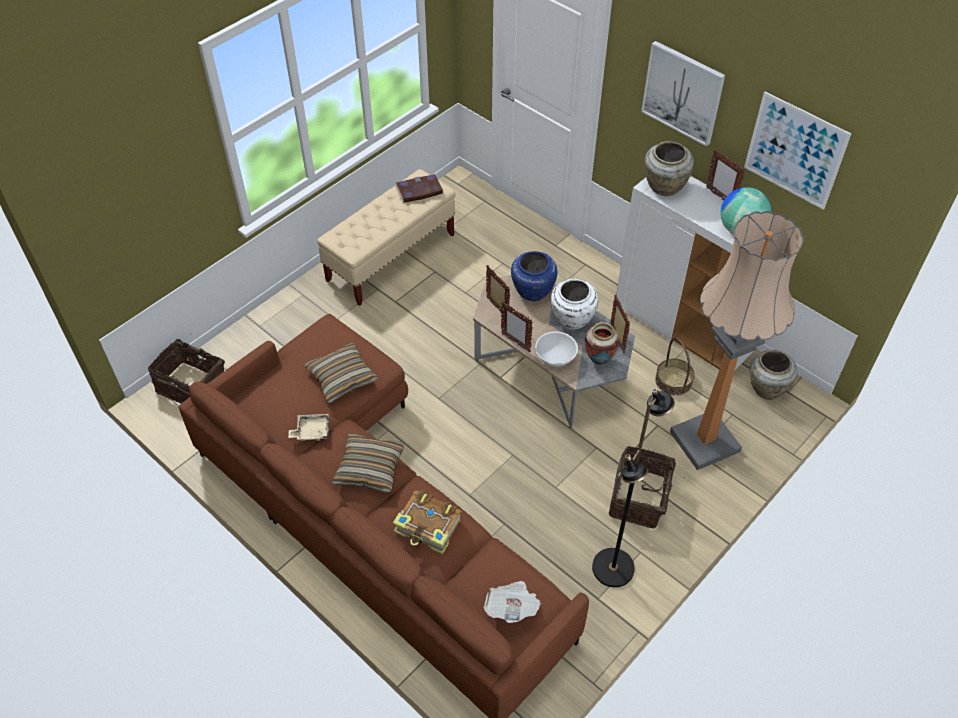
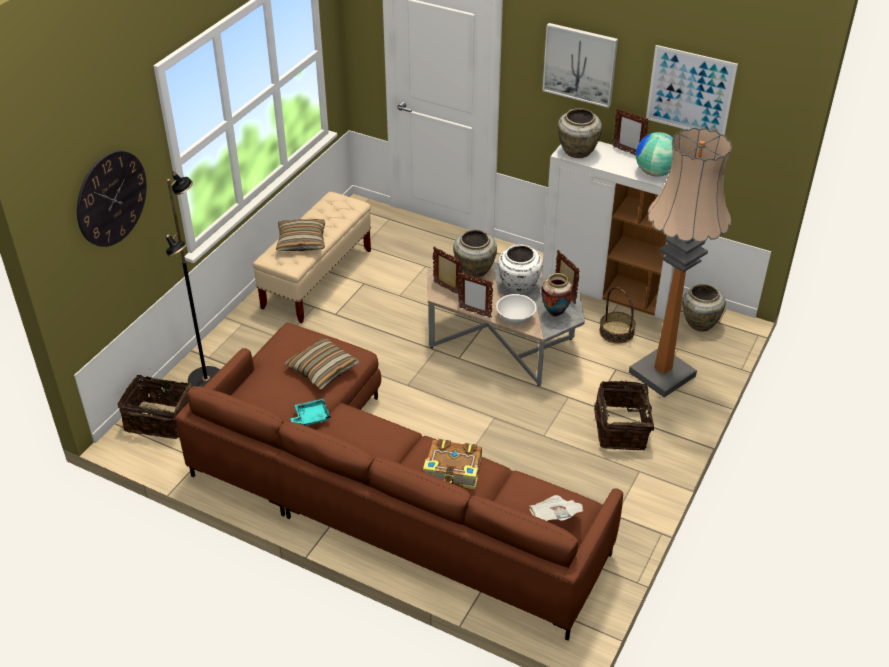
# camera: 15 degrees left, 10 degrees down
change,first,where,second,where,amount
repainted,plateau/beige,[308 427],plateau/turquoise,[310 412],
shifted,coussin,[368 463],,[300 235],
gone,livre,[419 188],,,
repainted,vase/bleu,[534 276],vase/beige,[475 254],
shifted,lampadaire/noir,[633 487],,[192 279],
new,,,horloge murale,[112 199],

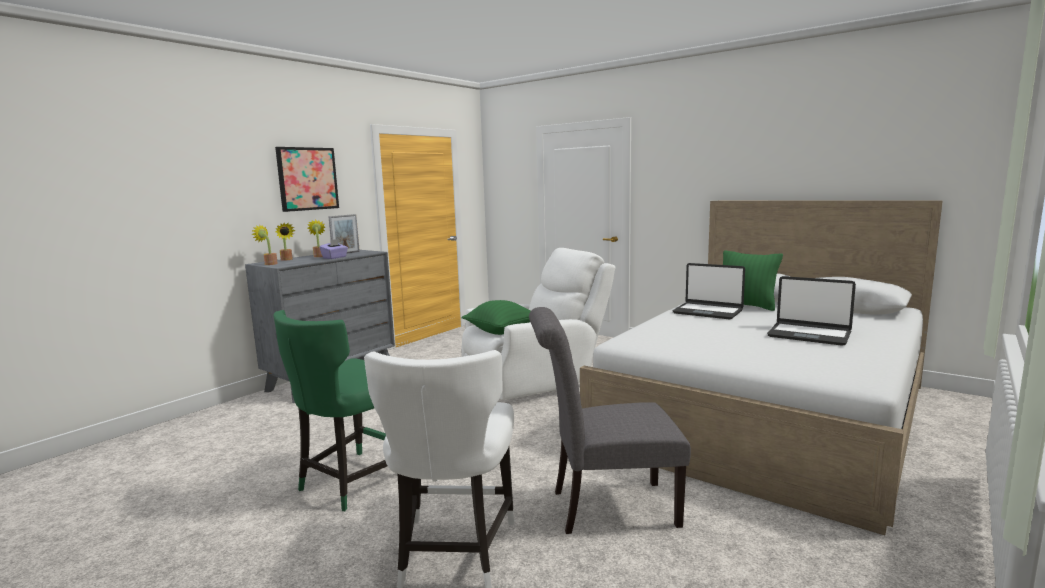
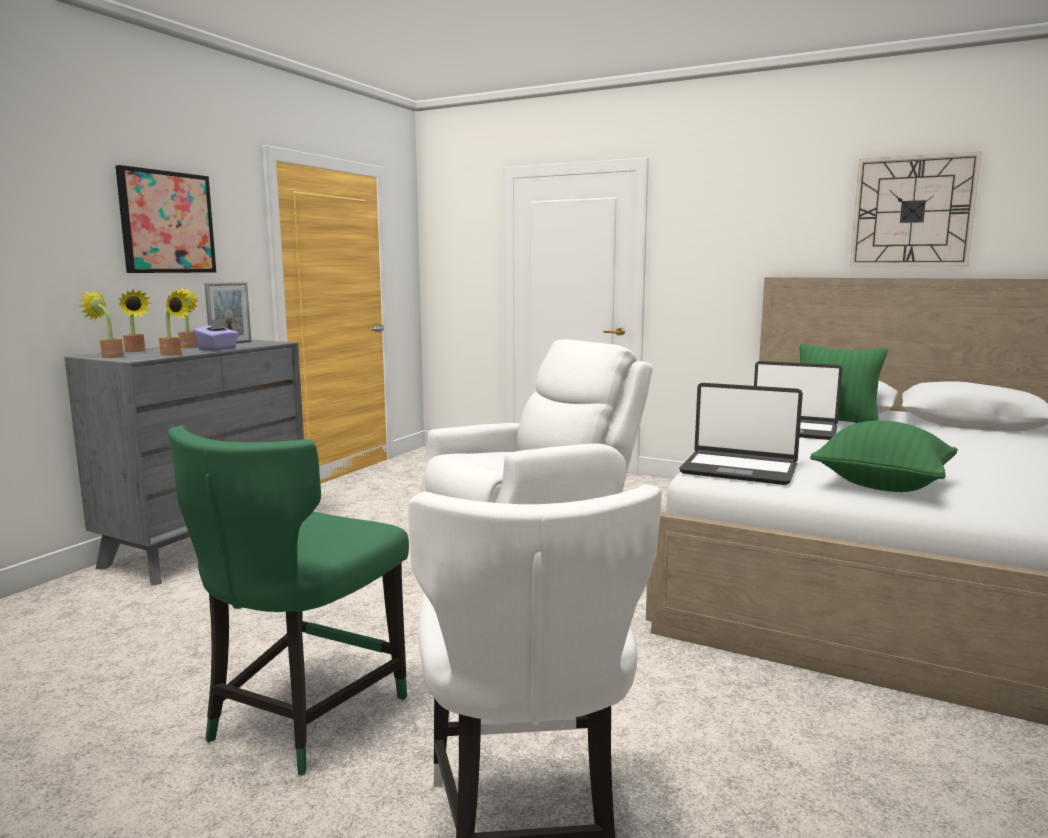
# camera: 10 degrees left, 0 degrees up
change,first,where,second,where,amount
shifted,coussin/vert,[496 317],,[884 456],
gone,chaise/gris,[610 420],,,
shifted,ordinateur portable,[811 311],,[741 434],
new,,,plante en pot,[175 323],
new,,,horloge murale,[916 208],

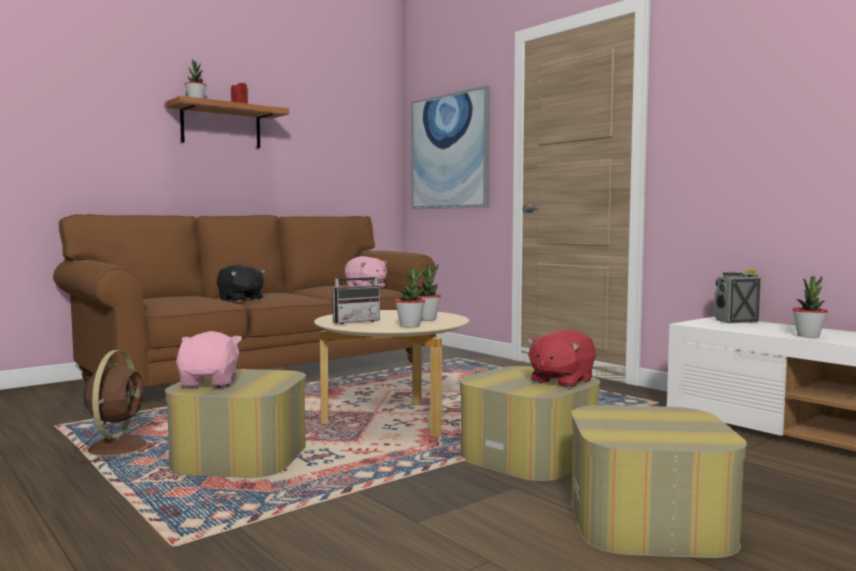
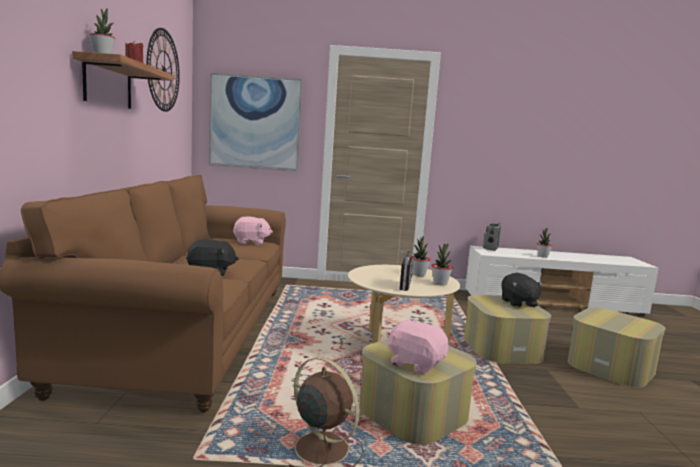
# camera: 50 degrees left, 5 degrees up
change,first,where,second,where,amount
repainted,peluche/rouge,[561 358],peluche/noir,[522 290],
new,,,horloge murale,[163 70],

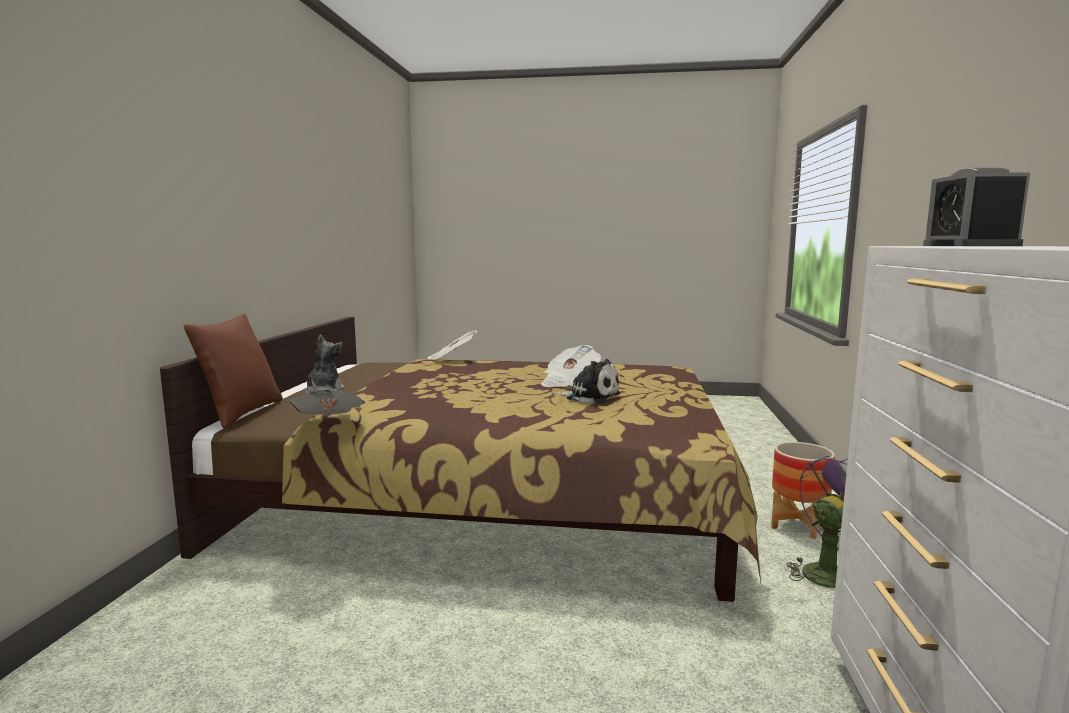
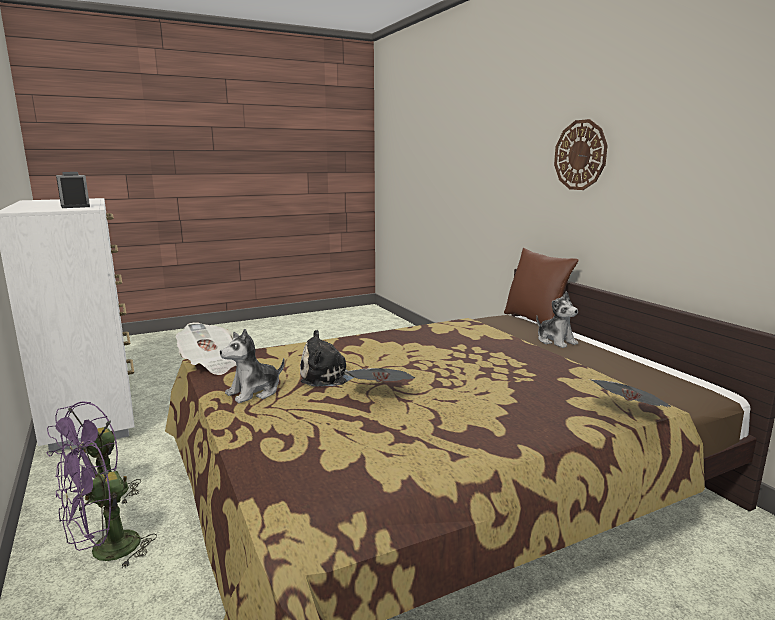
# camera: 145 degrees right, 5 degrees up
change,first,where,second,where,amount
shifted,journal,[325 402],,[206 348],
swapped,cache-pot,[803 490],ventilateur/violet,[106 504],
new,,,peluche,[252 366],
new,,,horloge murale,[581 154],

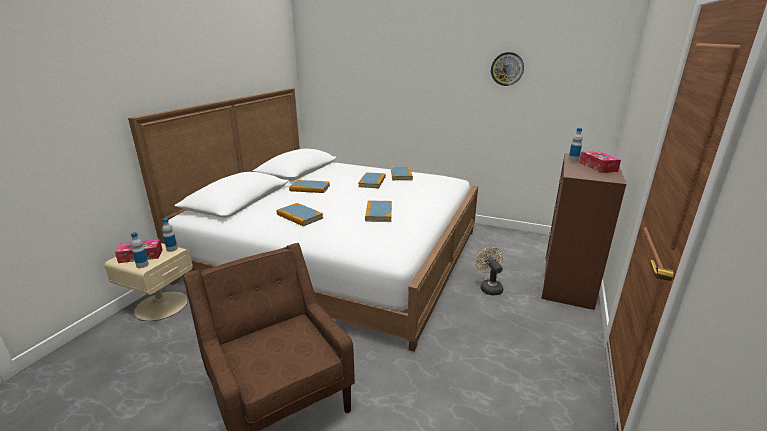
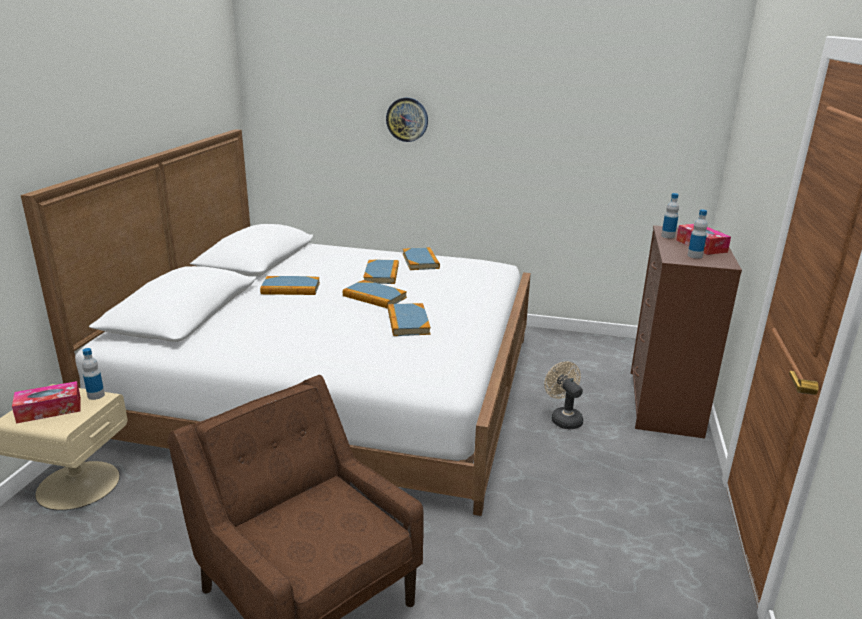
# camera: 10 degrees left, 0 degrees up
change,first,where,second,where,amount
shifted,bouteille,[140 250],,[697 234],
shifted,livre,[300 214],,[375 294],
shifted,horloge murale,[507 69],,[407 120],

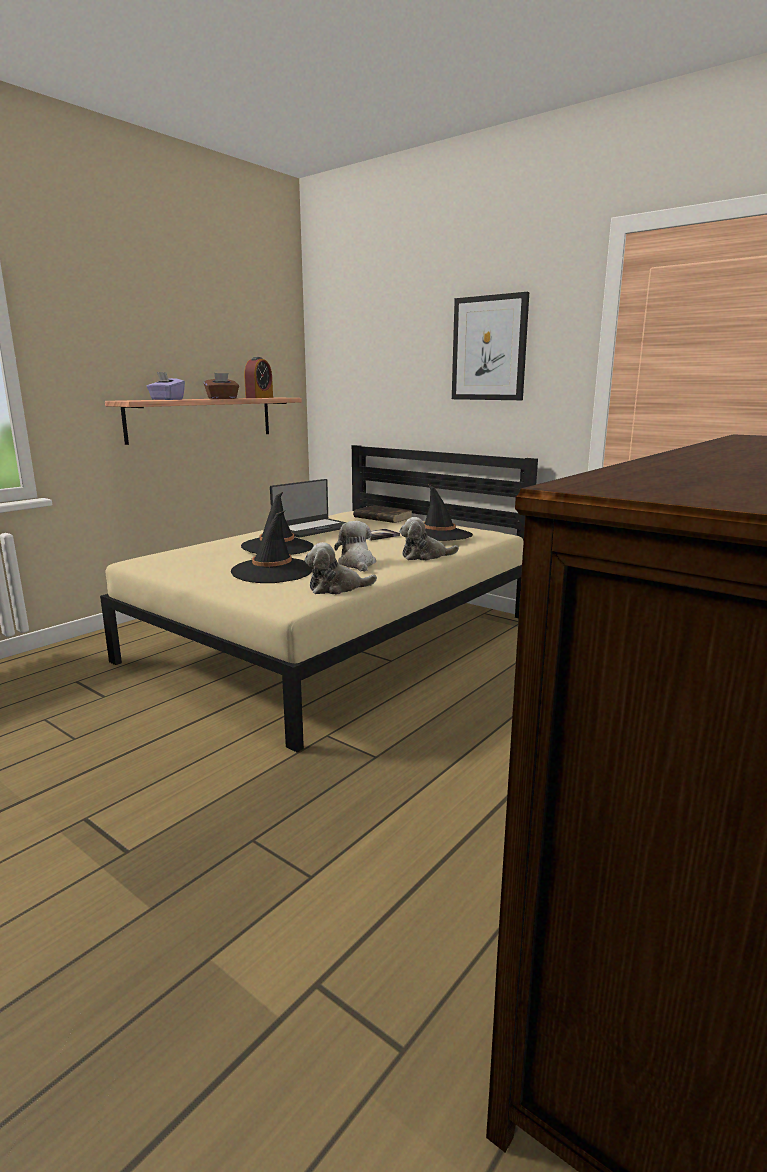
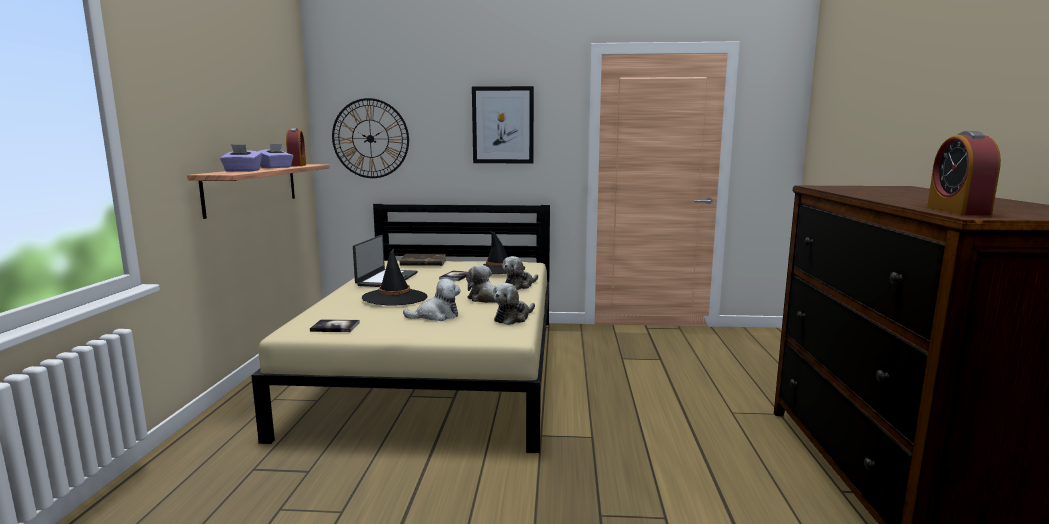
# camera: 35 degrees left, 5 degrees down
change,first,where,second,where,amount
repainted,boîte à mouchoirs/marron,[221 386],boîte à mouchoirs/violet,[275 156],
swapped,chapeau/noir,[271 547],peluche,[432 299],
new,,,livre,[335 325],
new,,,horloge murale,[370 138],
new,,,réveil,[964 173],

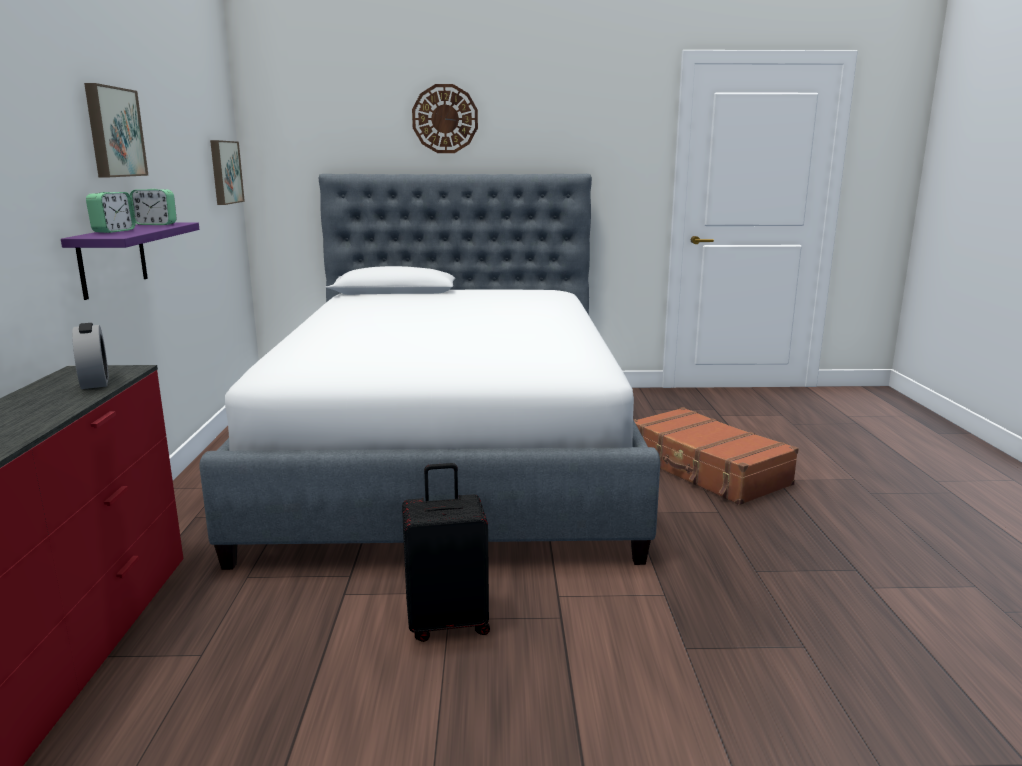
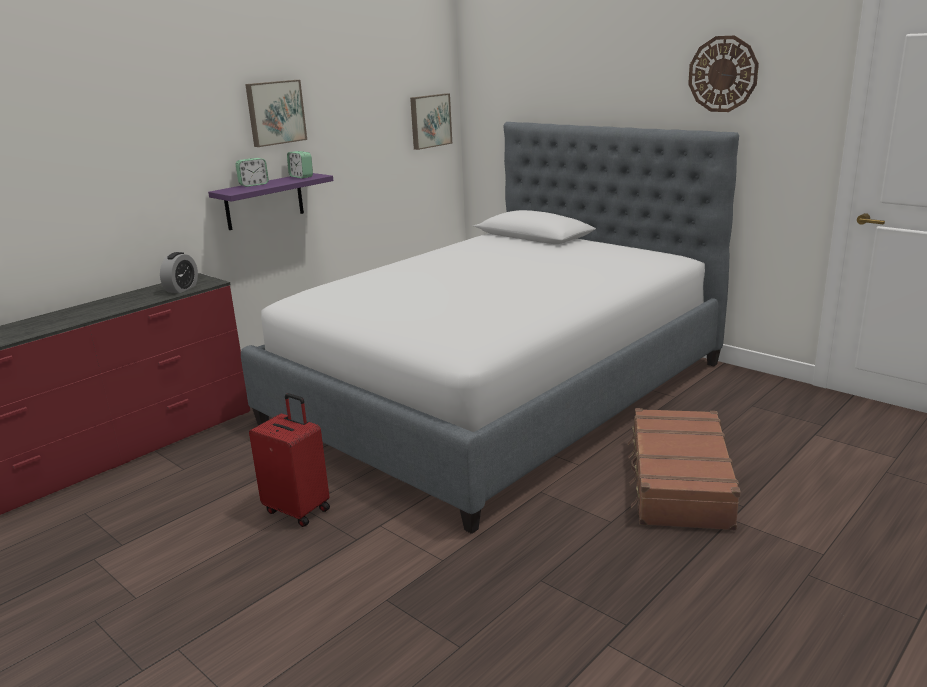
# camera: 45 degrees right, 5 degrees up
change,first,where,second,where,amount
repainted,valise/noir,[446 552],valise/rouge,[289 460],
shifted,horloge murale,[445 118],,[723 74],

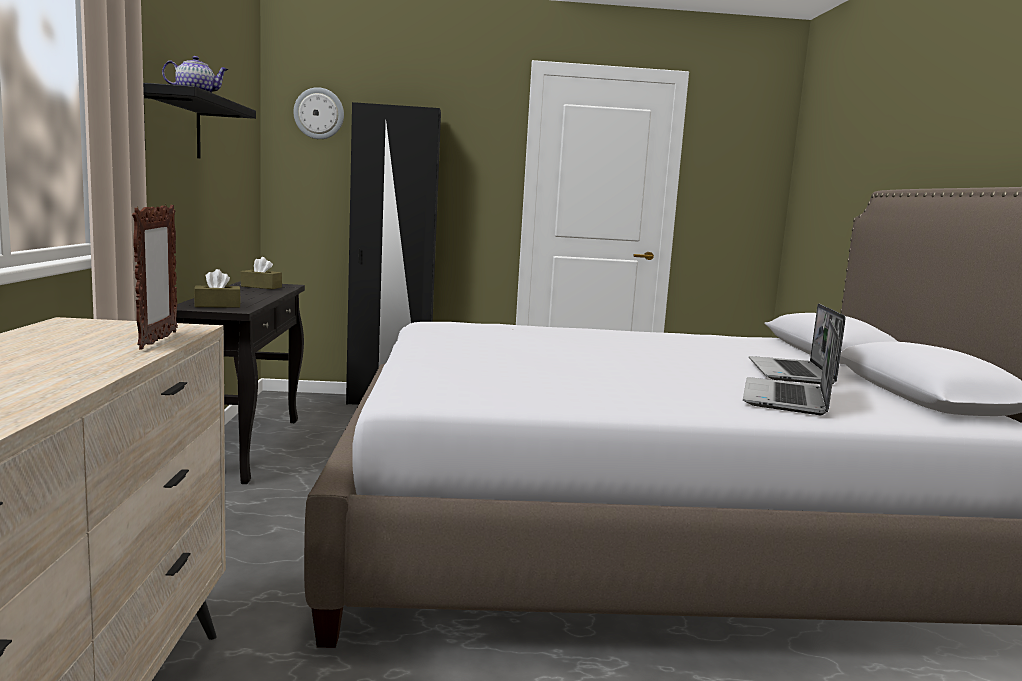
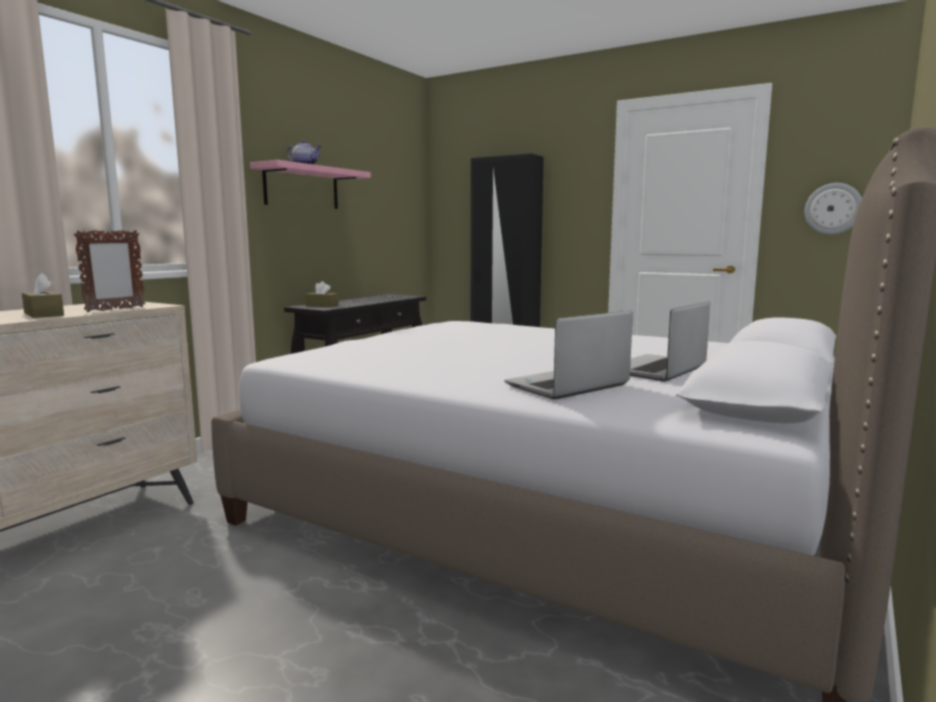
# camera: 35 degrees right, 0 degrees up
change,first,where,second,where,amount
repainted,étagère/noir,[199 121],étagère/rose,[310 184],
shifted,boîte à mouchoirs/marron,[261 273],,[43 295],
shifted,horloge murale,[318 113],,[833 209],

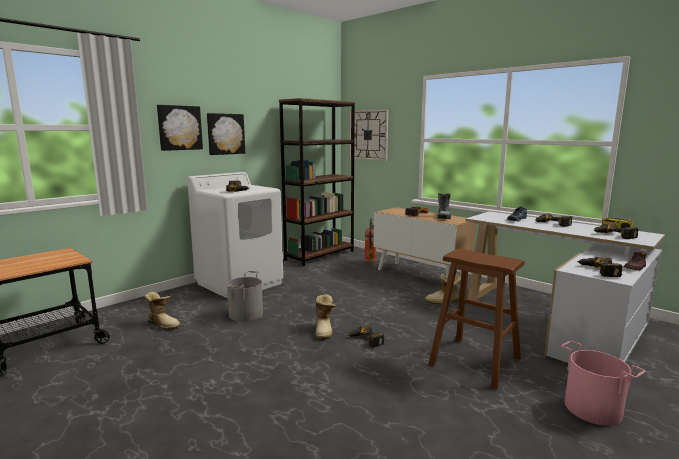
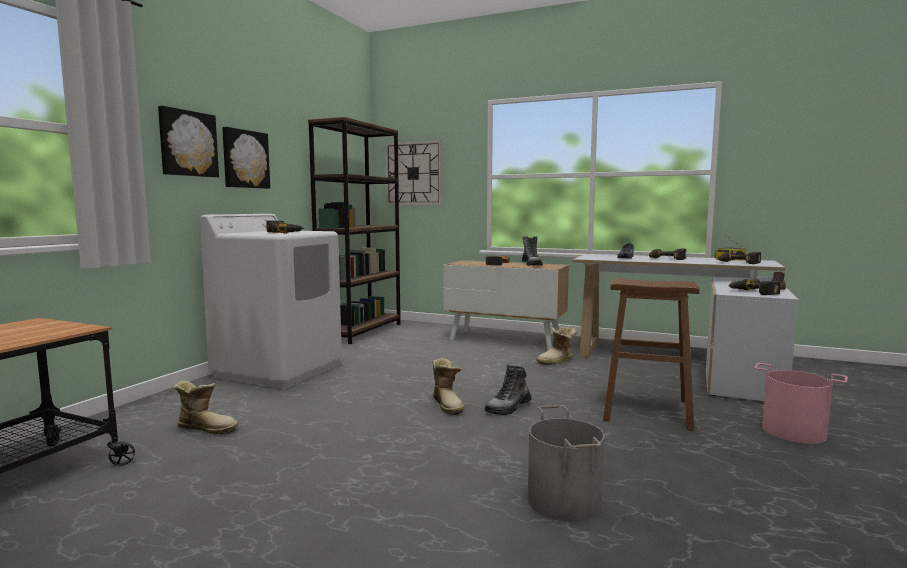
# camera: 20 degrees left, 5 degrees down
change,first,where,second,where,amount
shifted,seau/gris,[245 296],,[566 463],
swapped,perceuse,[365 336],botte,[508 389],
gone,extincteur,[370 240],,,

